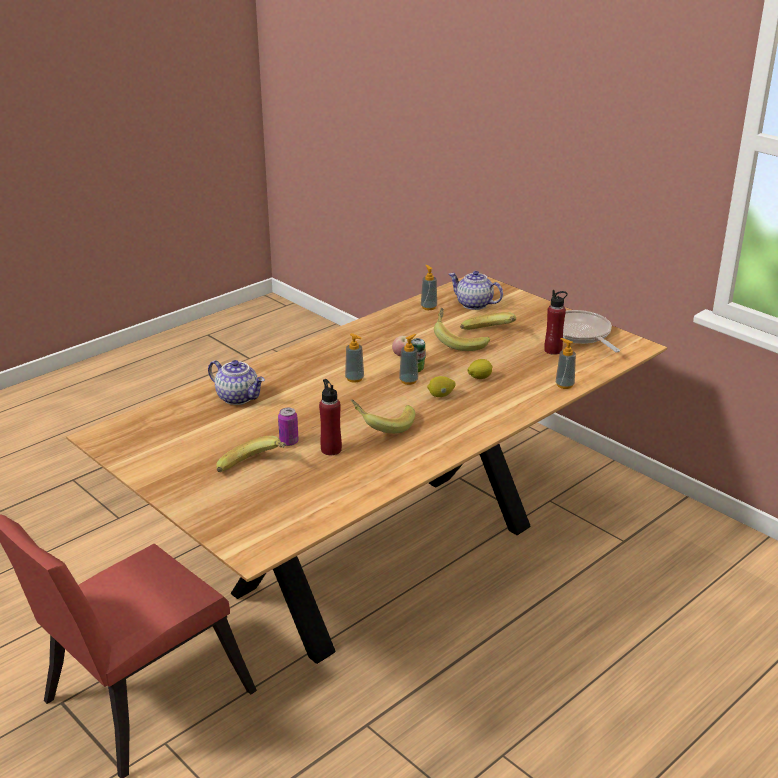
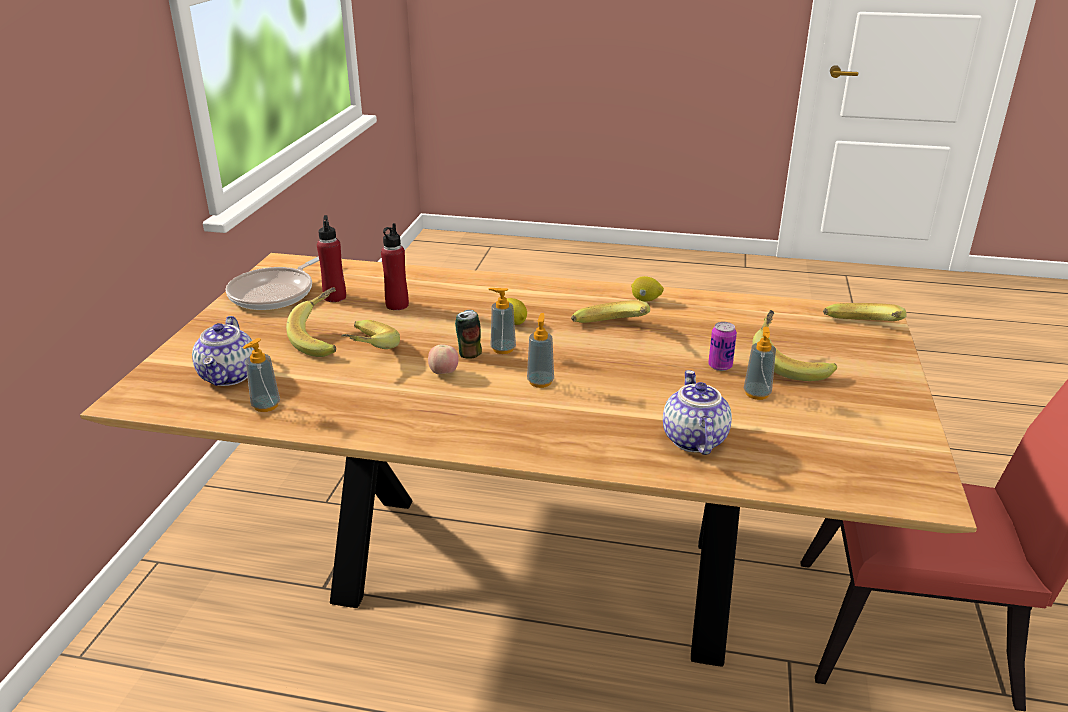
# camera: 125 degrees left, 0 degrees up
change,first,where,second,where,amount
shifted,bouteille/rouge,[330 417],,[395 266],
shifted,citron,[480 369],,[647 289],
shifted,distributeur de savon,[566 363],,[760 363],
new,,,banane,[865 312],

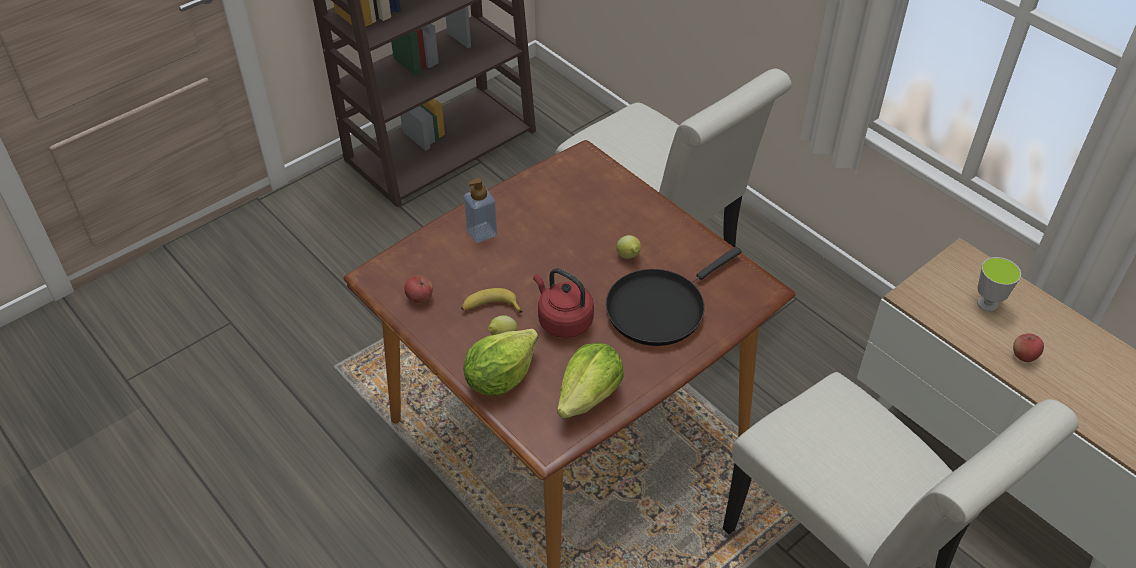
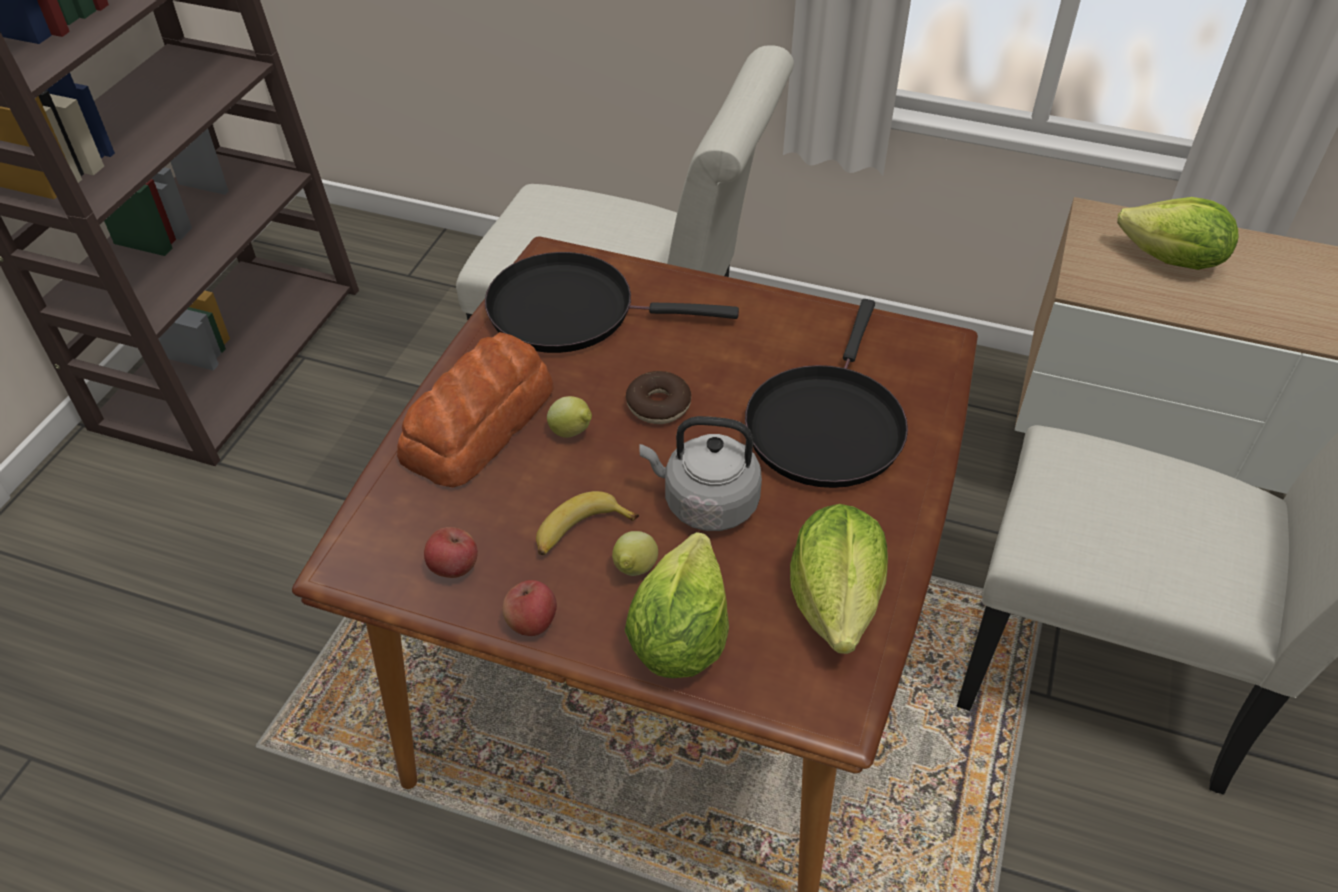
# camera: 30 degrees left, 0 degrees up
change,first,where,second,where,amount
swapped,distributeur de savon,[480 210],pain,[475 409],
repainted,bouilloire/rouge,[563 303],bouilloire/gris,[700 473],
shifted,citron,[628 247],,[569 417],
swapped,tasse,[999 284],laitue,[1178 233],
shifted,pomme,[1028 348],,[530 608],
new,,,poêle/noir,[612 302],
new,,,beignet,[658 397],

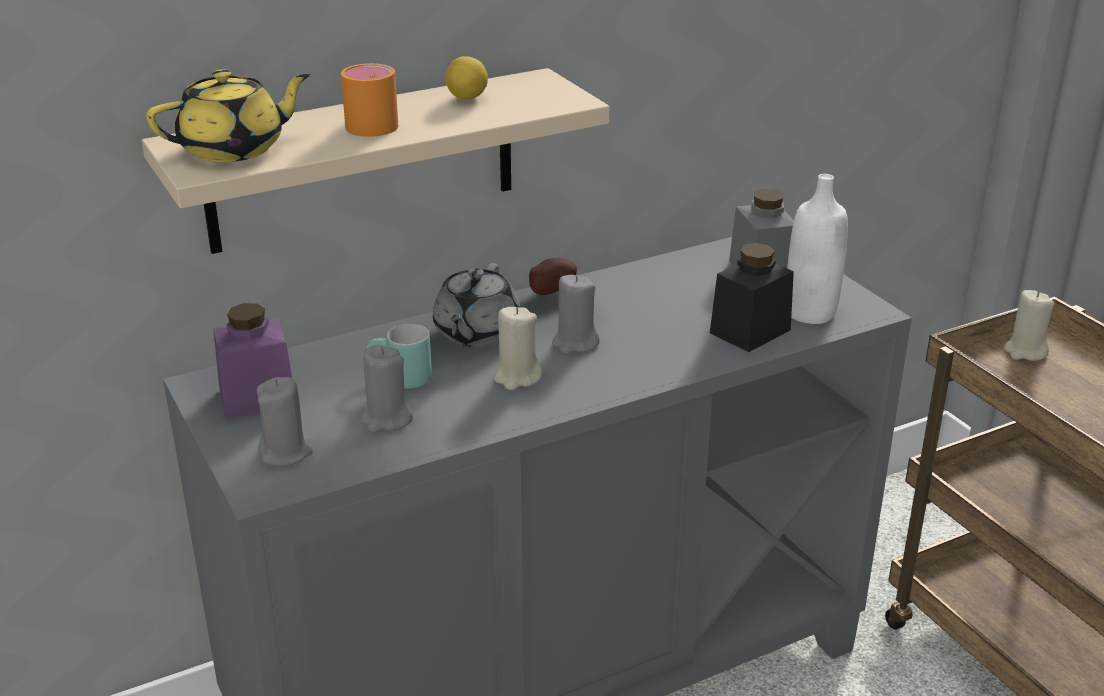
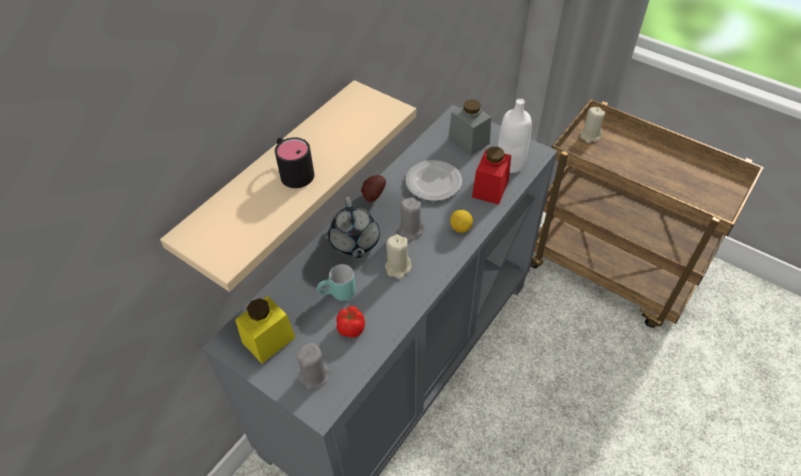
# camera: 25 degrees left, 20 degrees up
change,first,where,second,where,amount
gone,théière/jaune,[228 115],,,
repainted,bocal/violet,[252 360],bocal/jaune,[265 329],
repainted,mug/orange,[369 100],mug/noir,[294 162],
swapped,bougie/gris,[387 389],tomate,[350 322],
shifted,citron,[467 78],,[461 221],
repainted,bocal/noir,[752 297],bocal/rouge,[491 176],
new,,,assiette,[433 180],

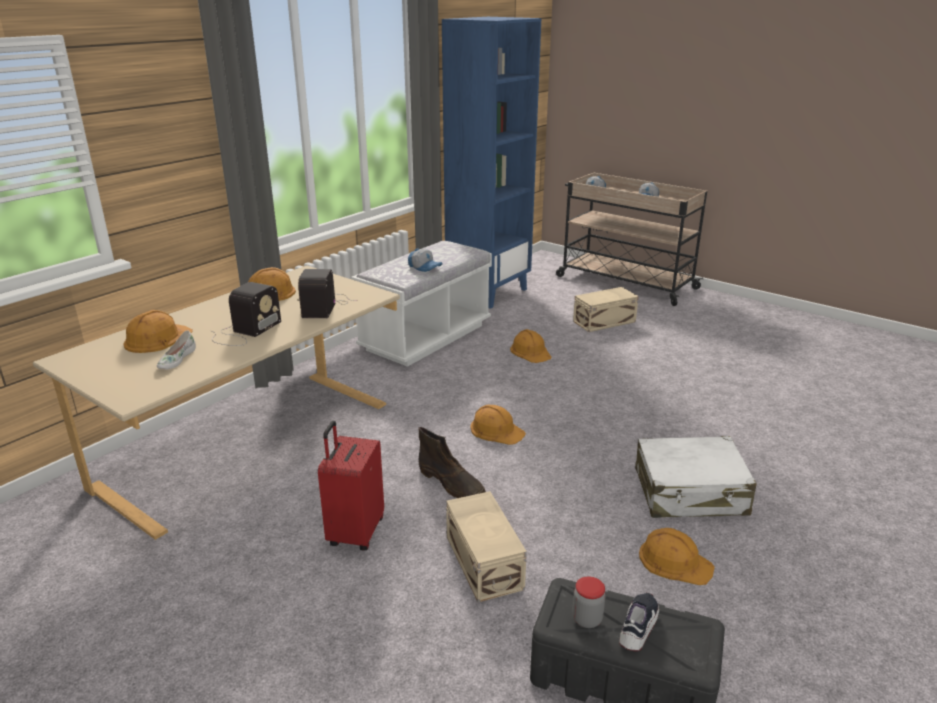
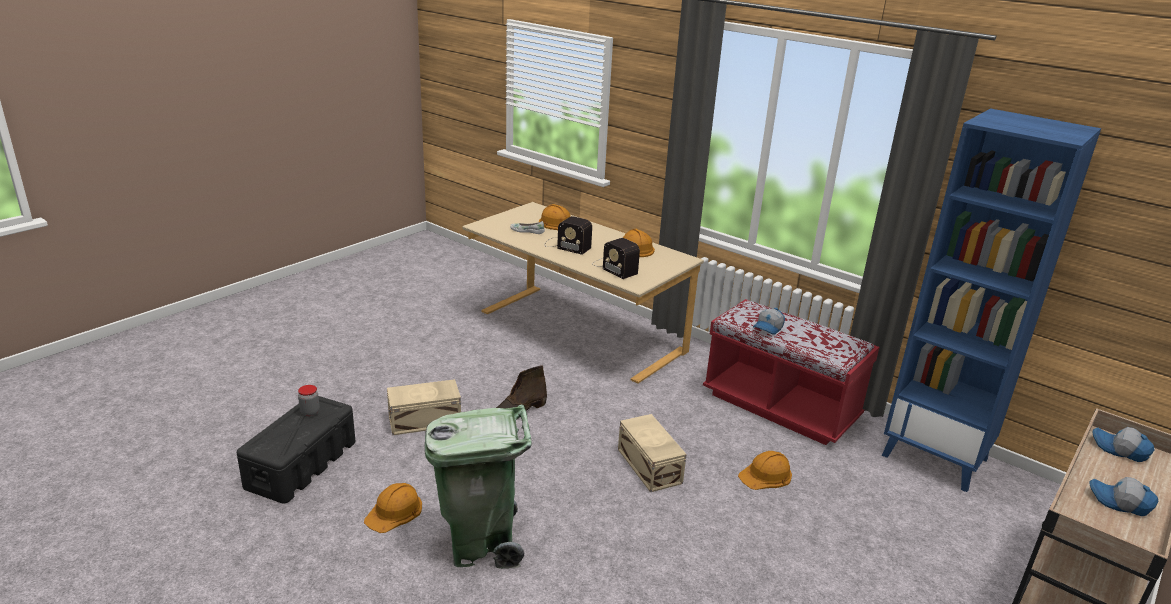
# camera: 90 degrees right, 0 degrees up
change,first,where,second,where,amount
rotated,radio,[327 293],,[616 258],135 degrees counterclockwise
gone,valise/rouge,[351 485],,,
repainted,banc/blanc,[421 304],banc/rouge,[791 372],
gone,casque de chantier/orange,[498 425],,,
shifted,boîte de rangement/beige,[606 309],,[652 453],
gone,chaussure,[639 622],,,
swapped,valise/blanc,[696 477],poubelle/vert,[478 487],

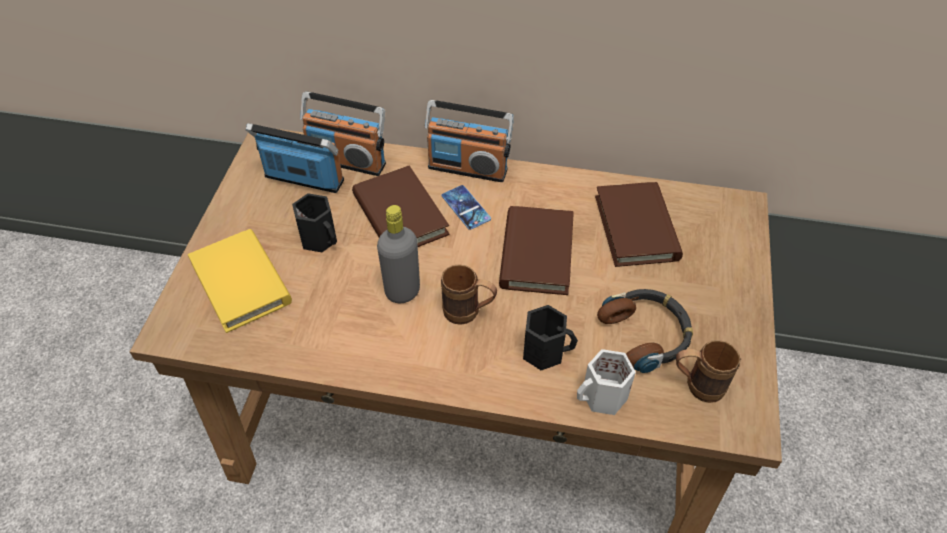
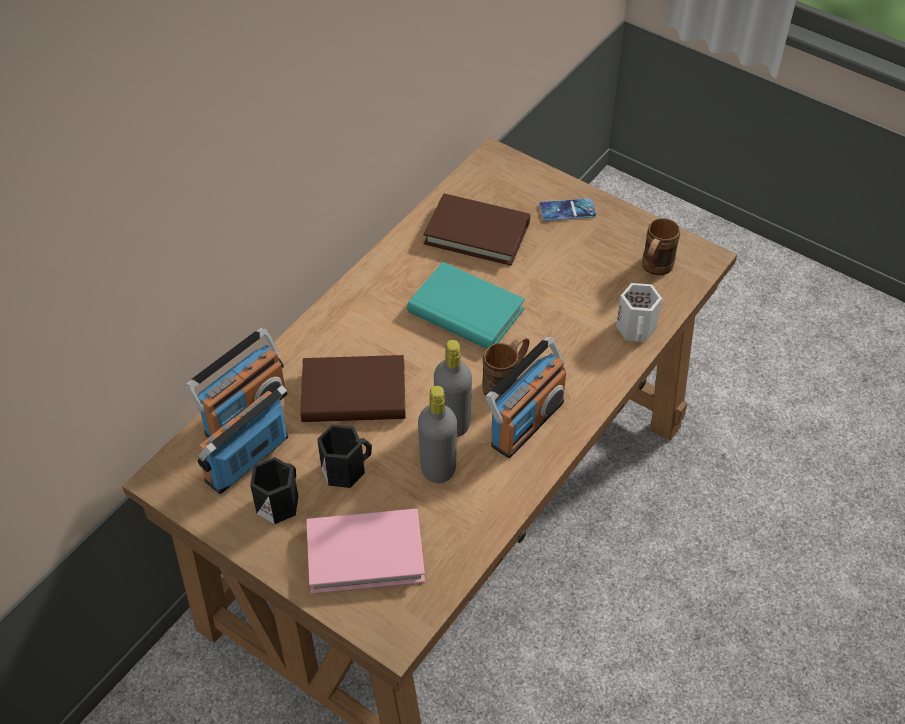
# camera: 65 degrees left, 0 degrees up
change,first,where,second,where,amount
repainted,livre/jaune,[240 281],livre/rose,[366 551],
shifted,radio,[469 141],,[526 397],
shifted,téléphone,[466 207],,[567 209],
repainted,livre/marron,[536 250],livre/turquoise,[466 305],
shifted,mug/noir,[550 337],,[274 490],
gone,casque audio,[645 331],,,
new,,,bouteille/gris,[437 434],

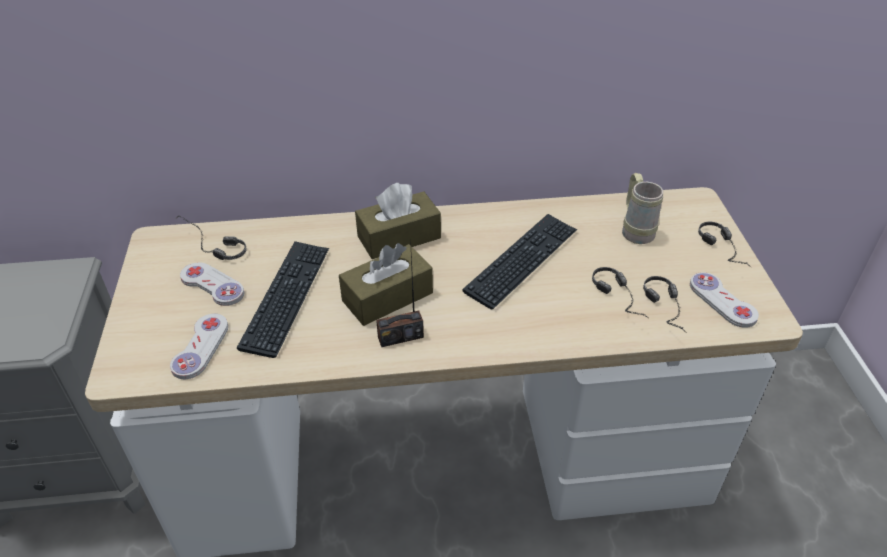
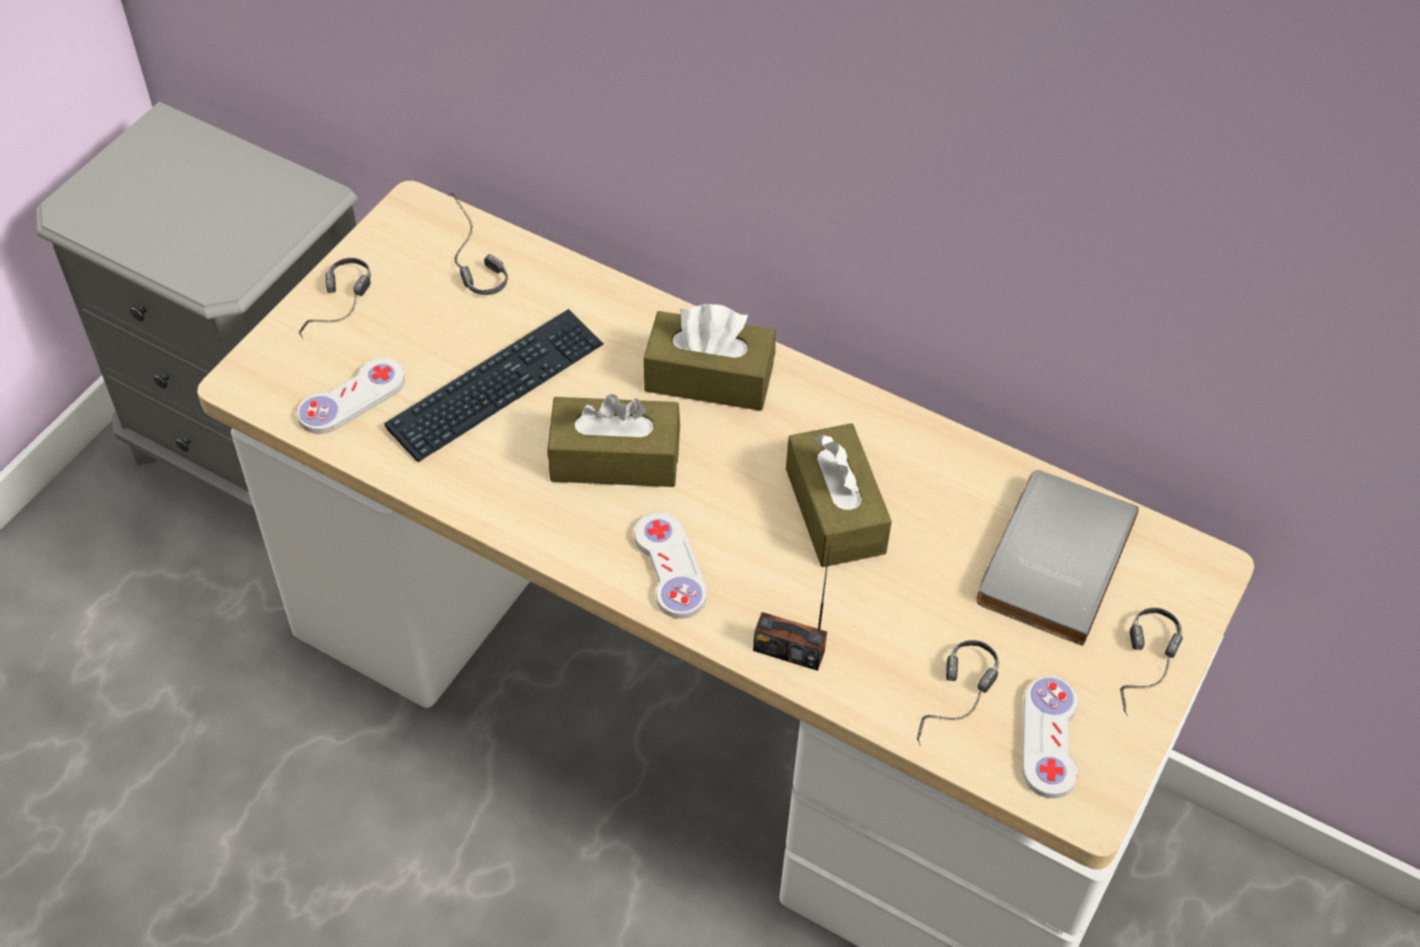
# camera: 35 degrees right, 10 degrees up
change,first,where,second,where,amount
shifted,manette/blanc,[212 284],,[670 565],
shifted,radio,[400 293],,[791 608],
swapped,clavier,[520 261],boîte à mouchoirs/marron,[839 495],
shifted,casque audio,[620 292],,[335 298],
swapped,mug/beige,[642 208],livre/gris,[1058 558],

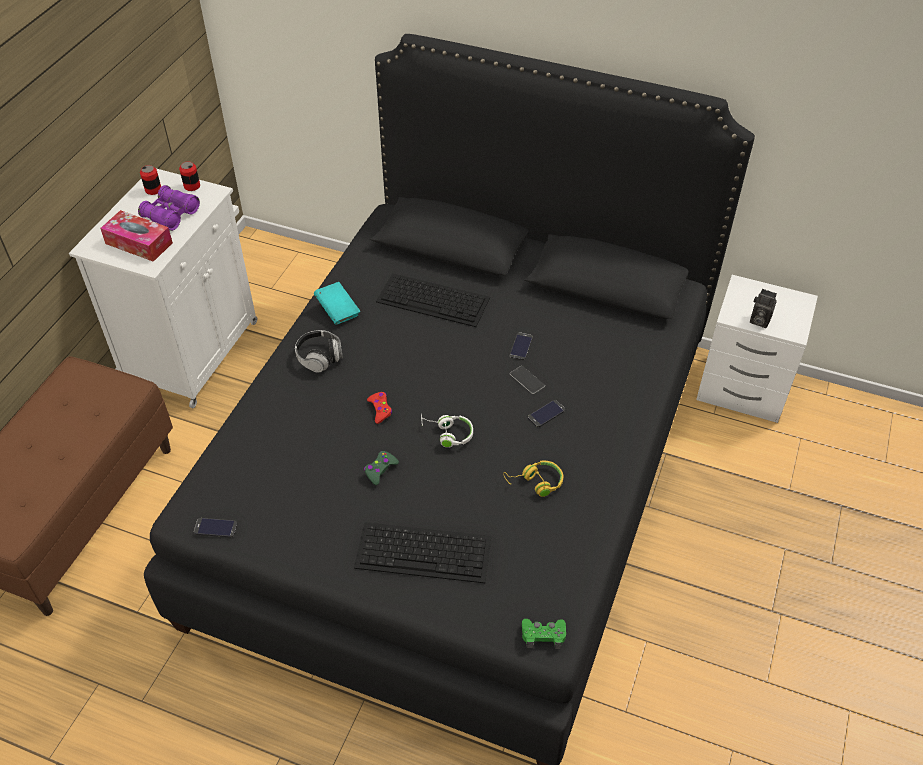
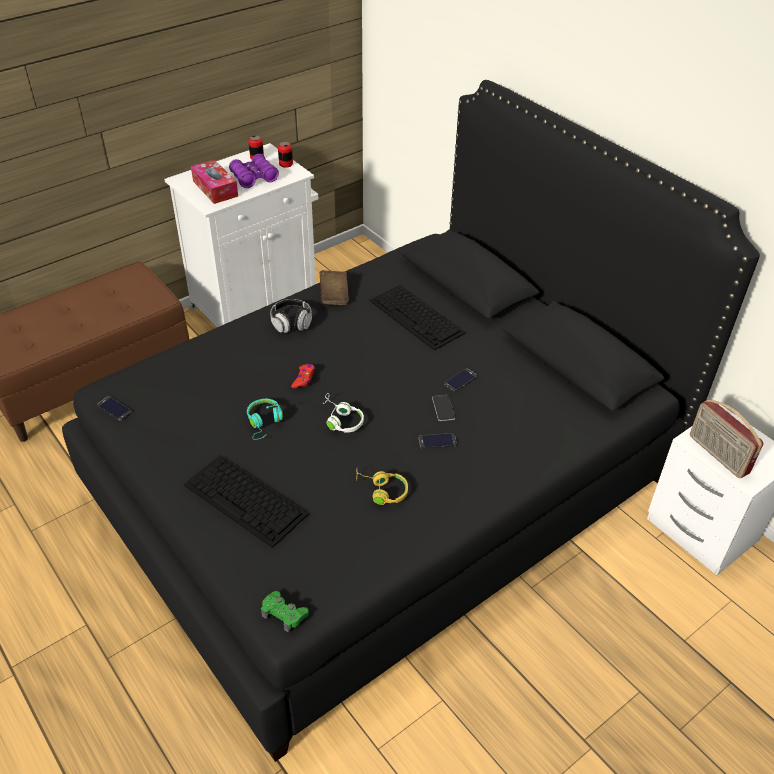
# camera: 30 degrees right, 5 degrees down
change,first,where,second,where,amount
repainted,livre/turquoise,[337 303],livre/marron,[334 287],
swapped,manette/vert,[381 468],casque audio/turquoise,[265 419],
swapped,appareil photo,[763 308],radio,[726 438],

